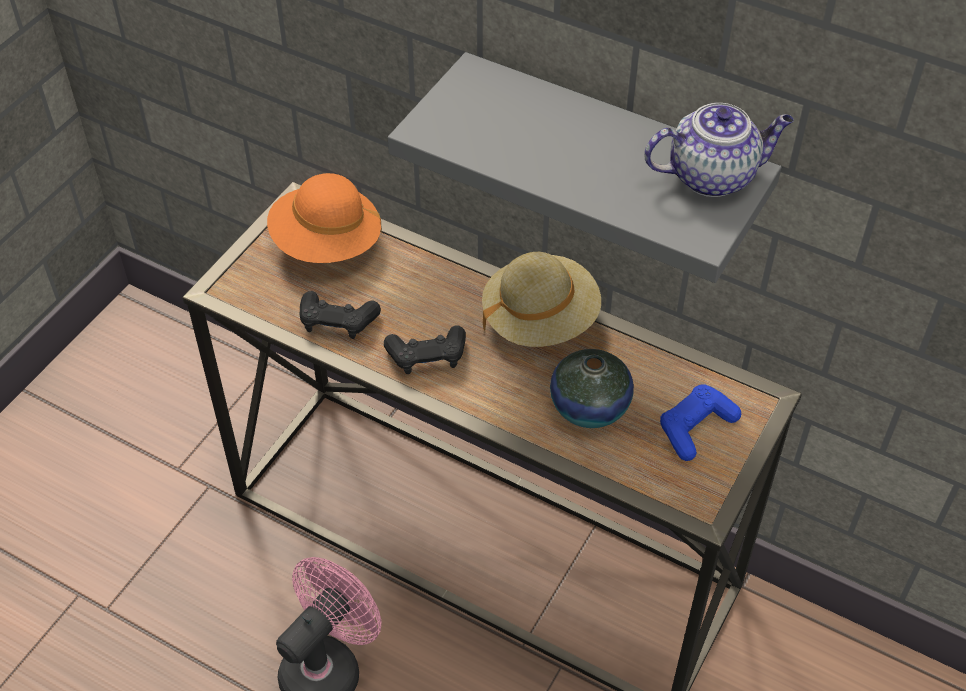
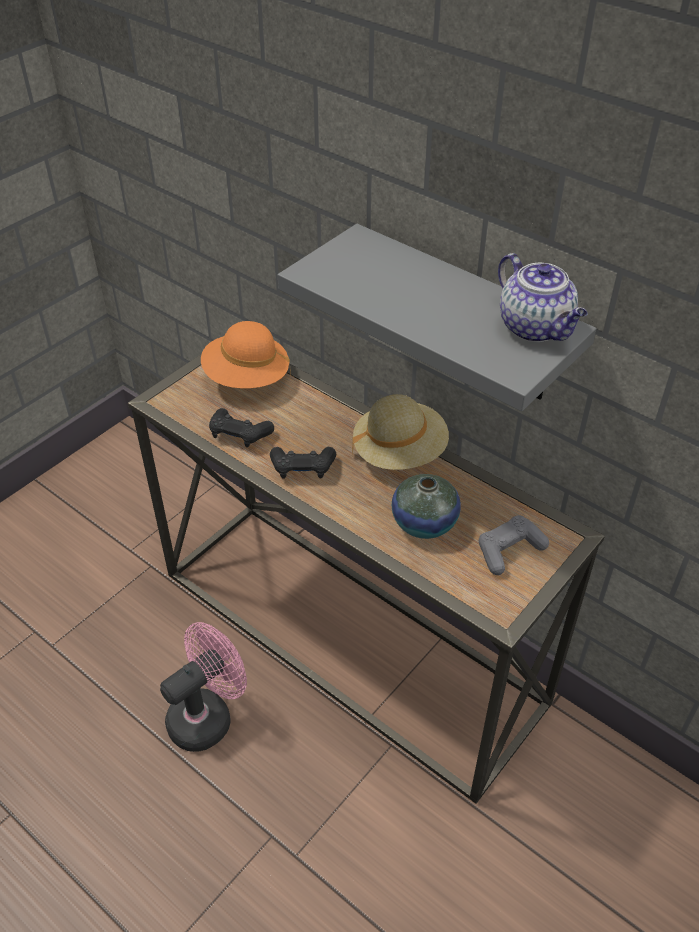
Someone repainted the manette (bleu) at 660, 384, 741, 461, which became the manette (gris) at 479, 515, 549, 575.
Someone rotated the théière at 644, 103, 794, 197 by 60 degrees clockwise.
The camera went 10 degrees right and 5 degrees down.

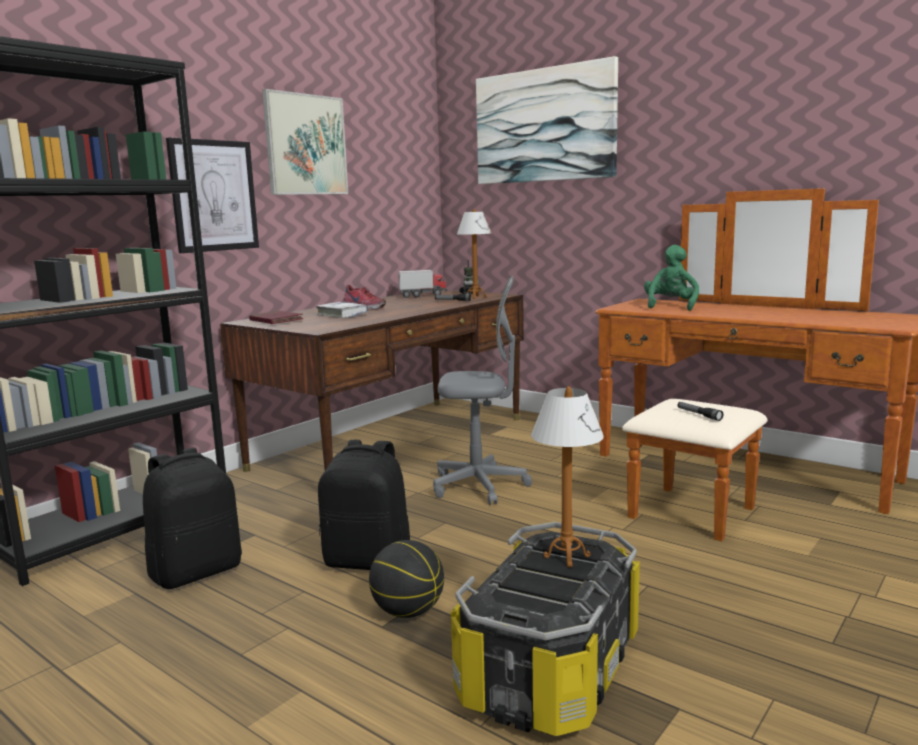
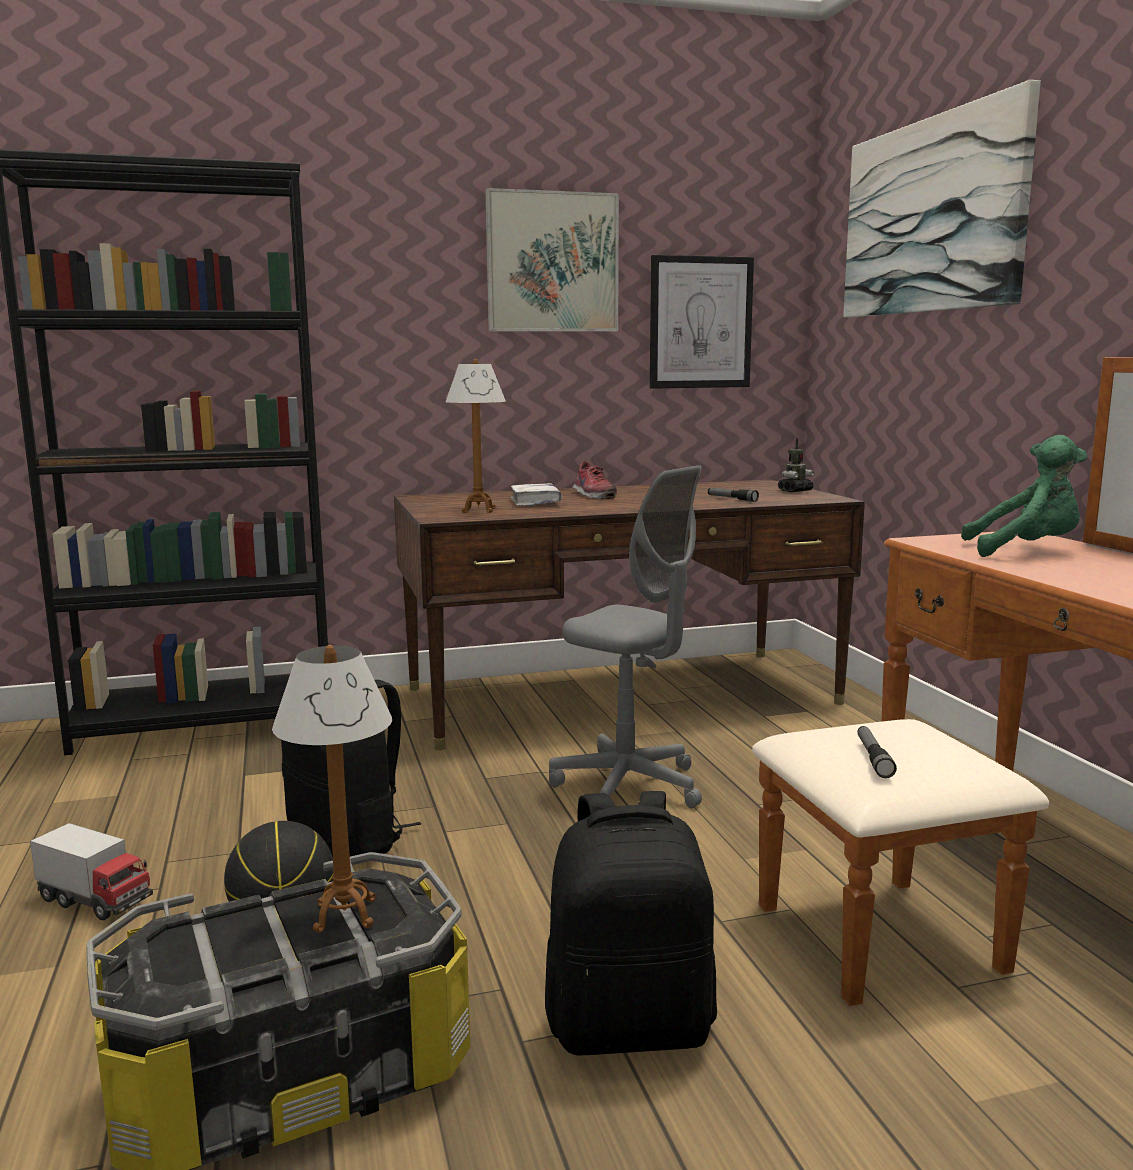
Someone took away the livre (rouge) at 249, 311, 304, 324.
Someone carried the sac à dos (noir) from 143, 447, 242, 589 to 545, 791, 717, 1056.
Someone carried the tableau from 166, 137, 259, 253 to 650, 255, 754, 389.
Someone carried the camion jouet from 398, 270, 447, 298 to 30, 823, 153, 920.
Someone carried the lampe de table from 457, 209, 491, 299 to 446, 359, 506, 513.
Someone rotated the peluche (vert) at 644, 245, 699, 311 by 45 degrees clockwise.
The camera went 35 degrees right and 0 degrees up.

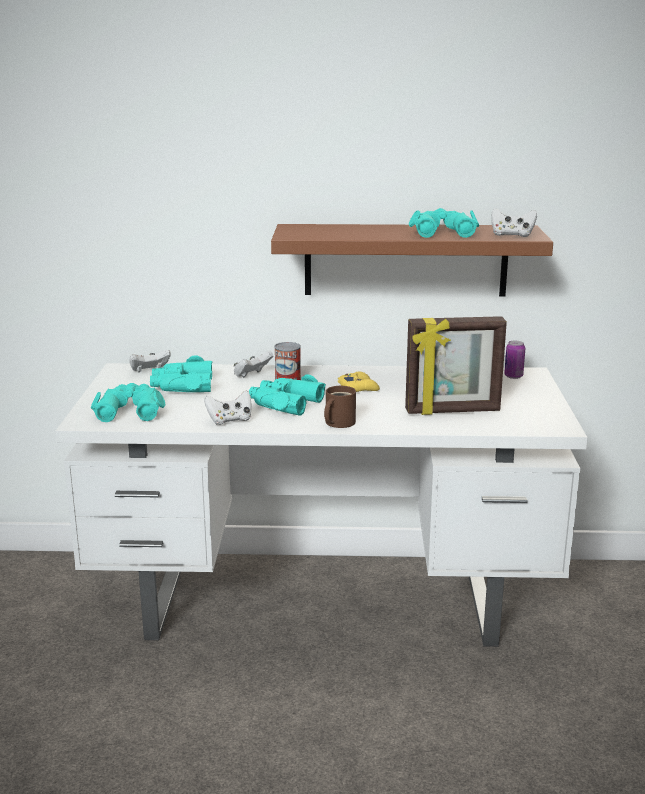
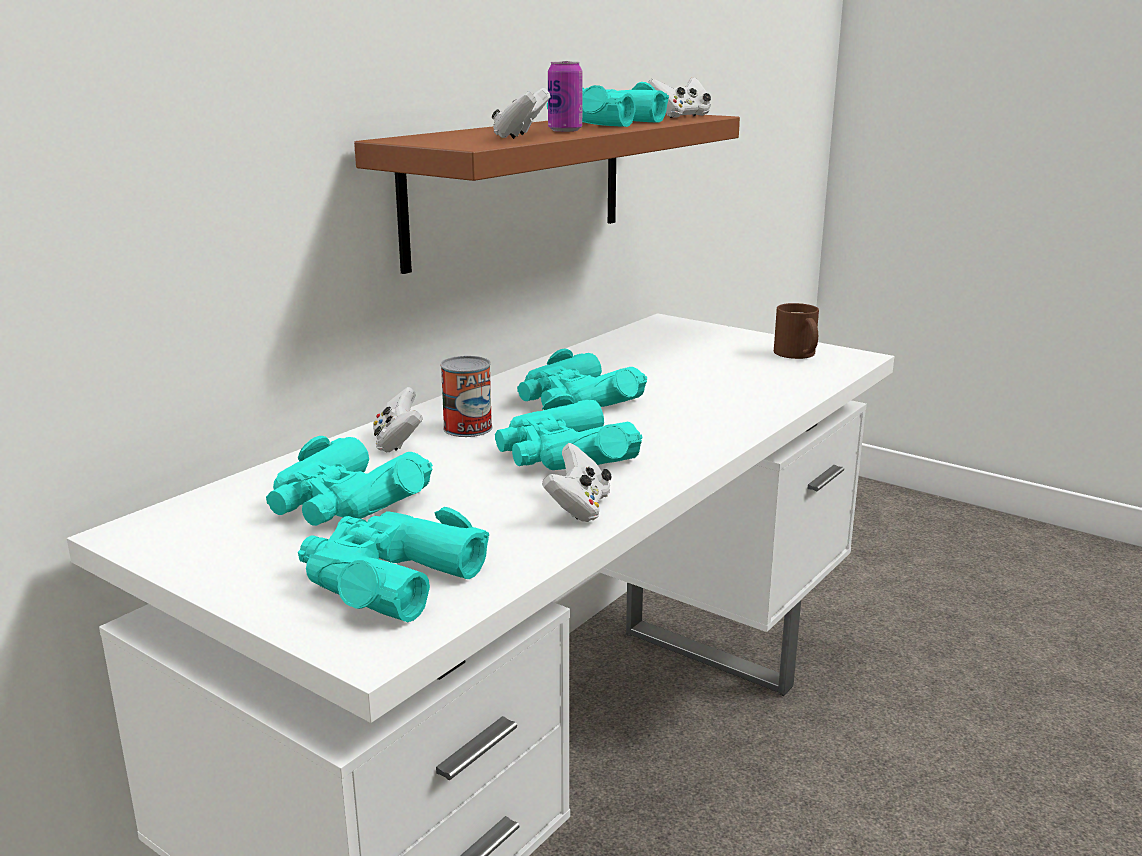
Someone took away the cadre photo at 405, 316, 507, 415.
Someone carried the manette (blanc) from 129, 350, 171, 372 to 492, 88, 550, 139.
Someone carried the mug (marron) from 324, 386, 356, 428 to 774, 303, 819, 359.
Someone carried the boîte métallique from 504, 341, 525, 379 to 548, 61, 583, 132.
Someone swapped the manette (jaune) at 338, 372, 380, 392 for the jumelles (turquoise) at 517, 349, 647, 407.
The camera went 55 degrees left and 0 degrees up.

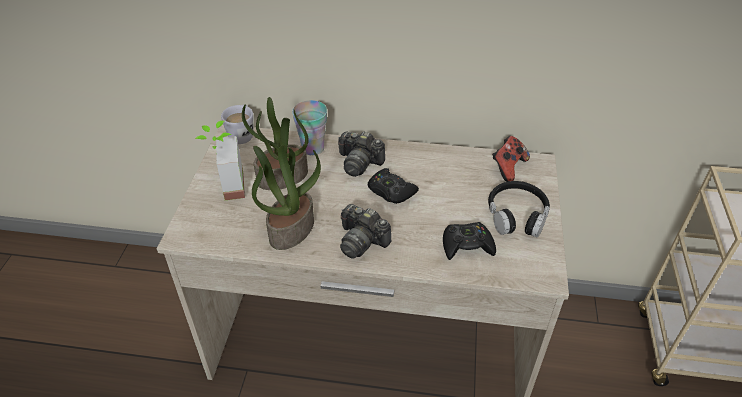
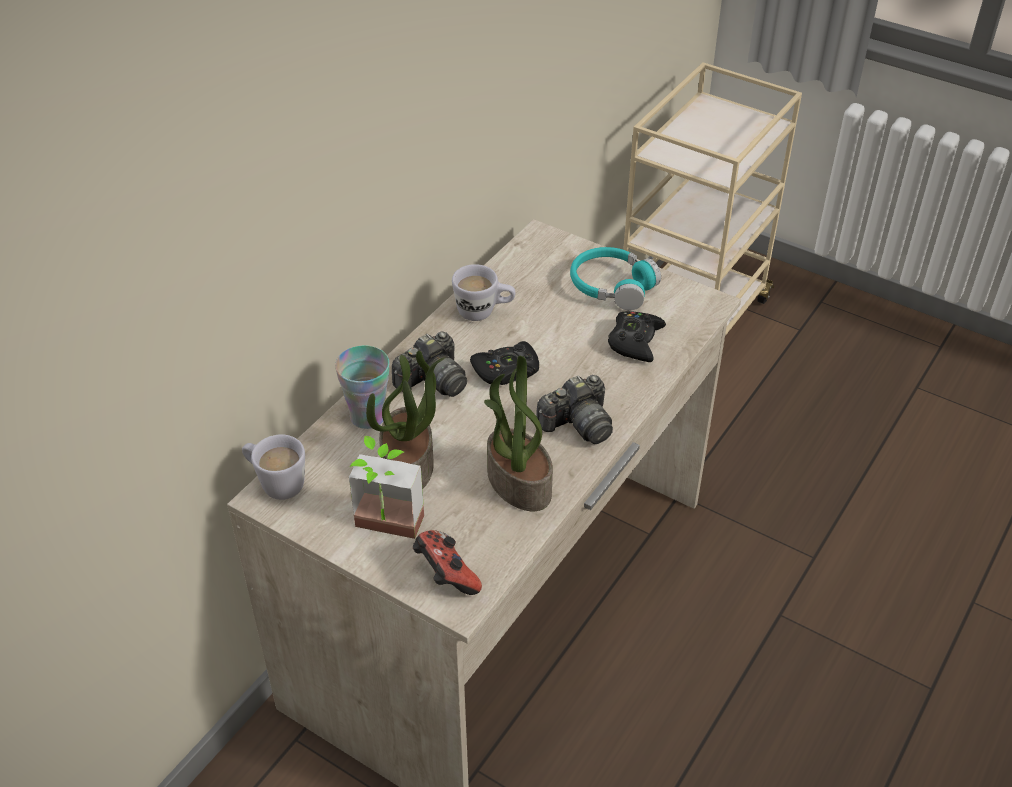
Someone put down the mug (blanc) at 452, 264, 515, 321.
Someone carried the manette from 492, 136, 530, 182 to 412, 530, 482, 595.
Someone repainted the casque audio (noir) at 488, 181, 550, 238, which became the casque audio (turquoise) at 570, 247, 661, 310.
The camera went 65 degrees left and 0 degrees up.

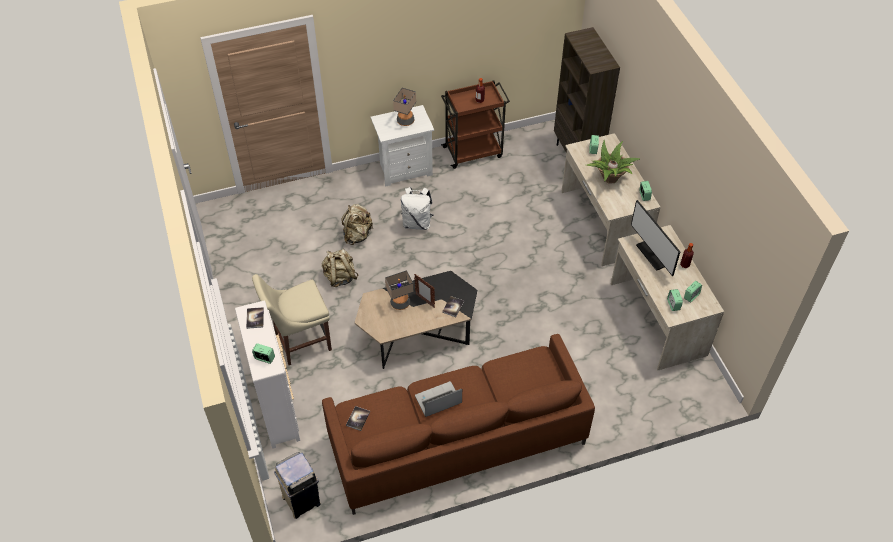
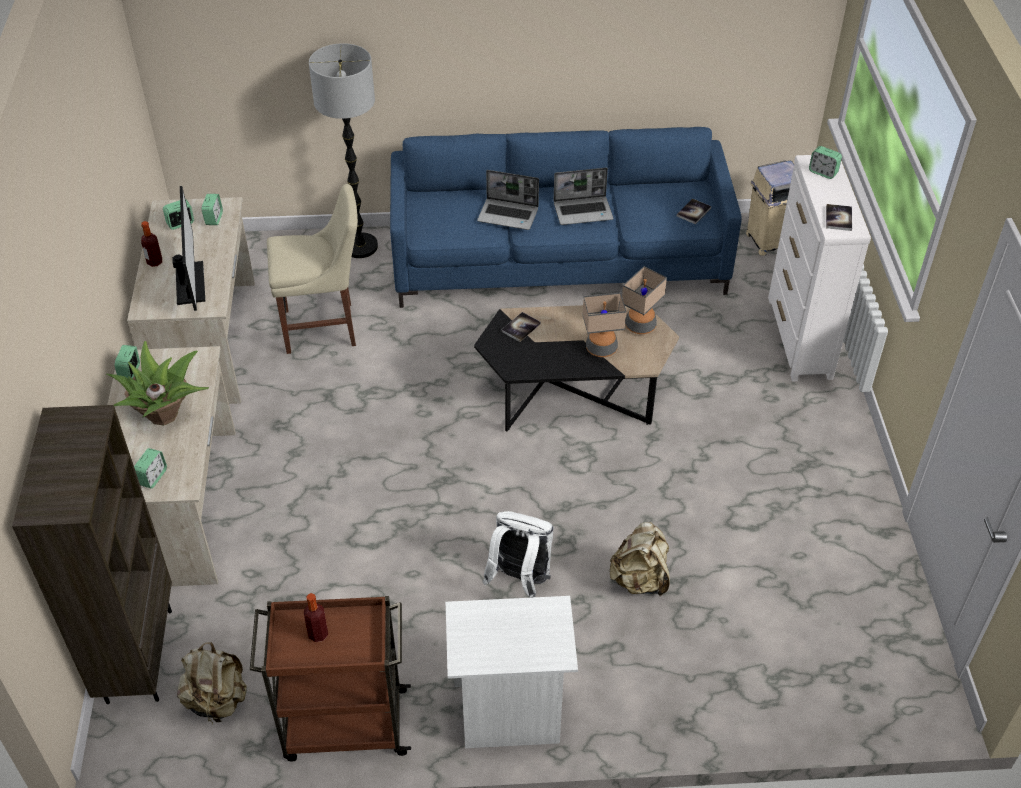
Someone took away the cadre photo at 414, 274, 435, 308.
Someone put down the lampadaire at 309, 43, 378, 258.
Someone put down the ordinateur portable at 477, 170, 539, 230.
Someone carried the chaise (beige) from 252, 274, 332, 365 to 267, 184, 358, 354.
Someone carried the sac à dos (beige) from 322, 249, 358, 287 to 177, 642, 247, 725.
Someone carried the lampe de table from 393, 88, 416, 126 to 622, 266, 667, 334.
Someone repainted the canapé (marron) at 322, 334, 595, 515, which became the canapé (bleu) at 390, 127, 742, 308.
The camera went 165 degrees left and 5 degrees down.

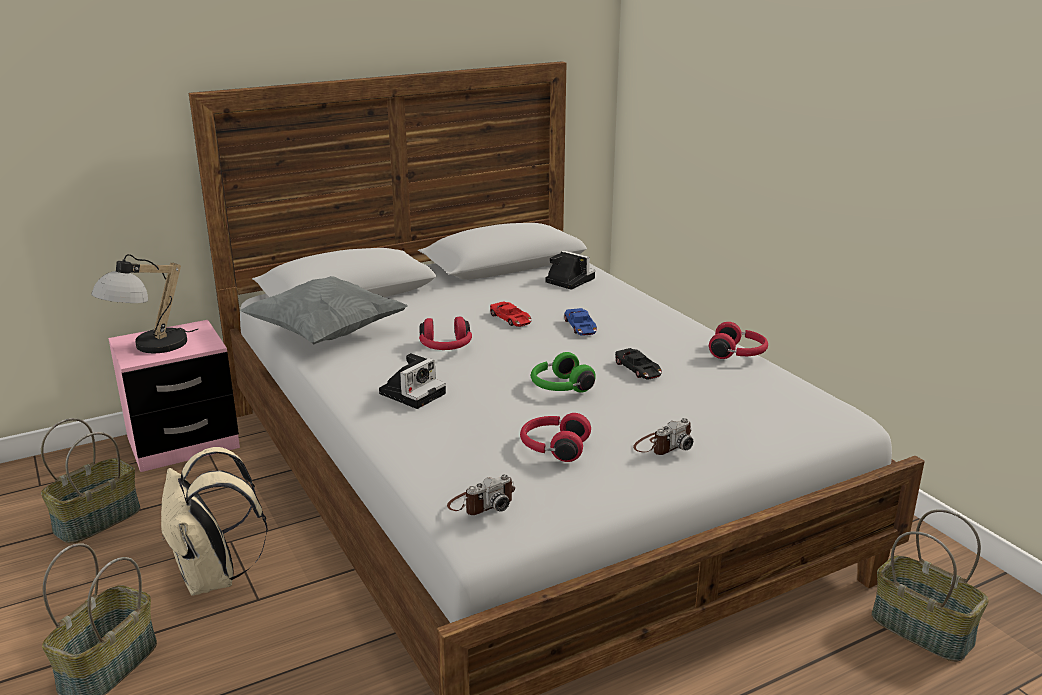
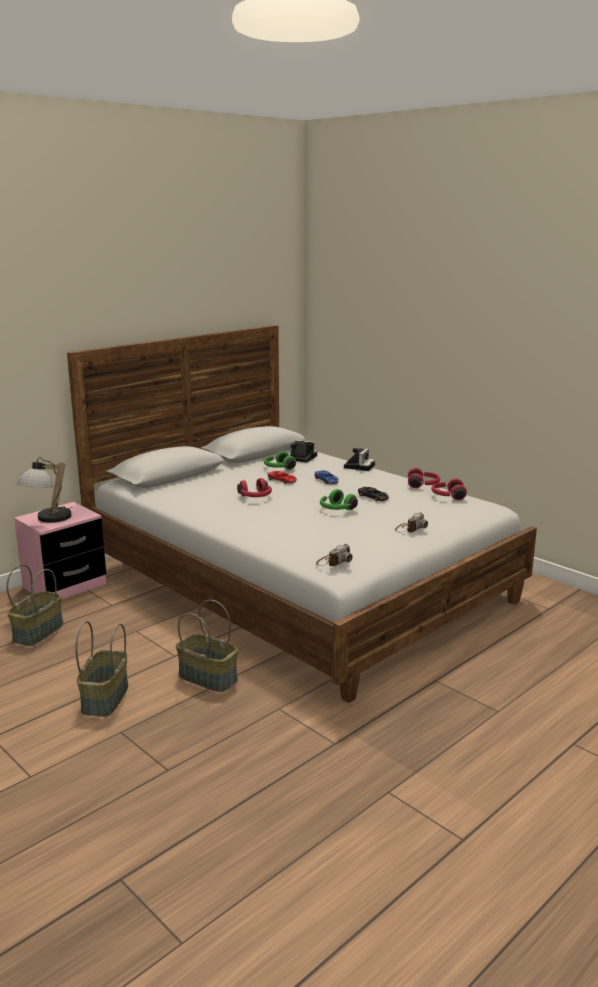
Someone took away the sac à dos (beige) at 161, 447, 268, 596.
Someone took away the coussin (gris) at 240, 276, 408, 345.
Someone put down the casque audio (vert) at 264, 451, 296, 470.
Someone carried the appareil photo from 379, 353, 446, 409 to 344, 448, 375, 471.
Someone carried the casque audio (rouge) from 520, 413, 591, 462 to 431, 478, 467, 500.
Someone carried the panier from 872, 509, 989, 662 to 176, 600, 238, 692.
The camera went 15 degrees left and 5 degrees down.

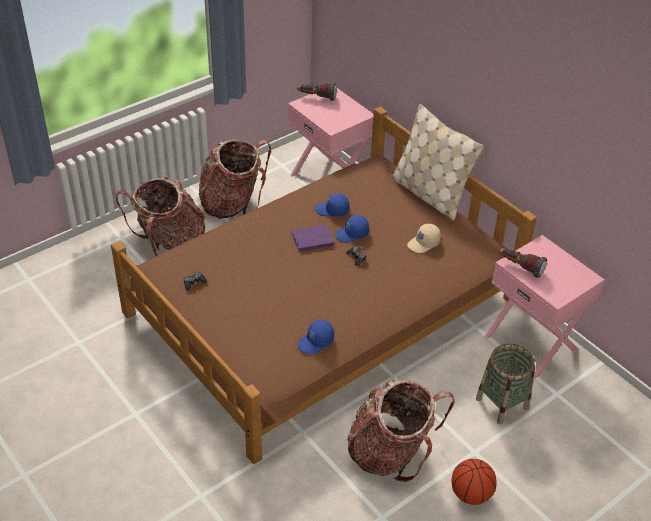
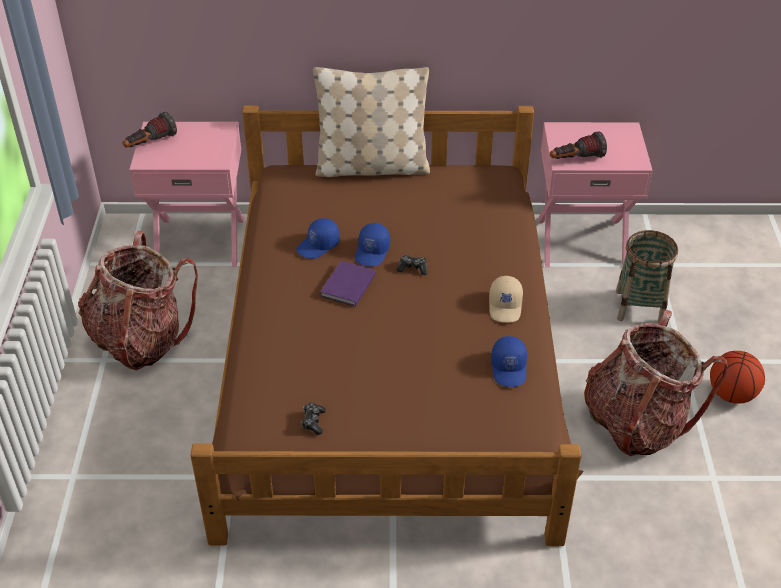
Someone took away the sac à dos at 116, 176, 205, 256.
Someone carried the casquette (beige) from 407, 224, 441, 253 to 489, 276, 523, 323.
The camera went 50 degrees left and 0 degrees up.

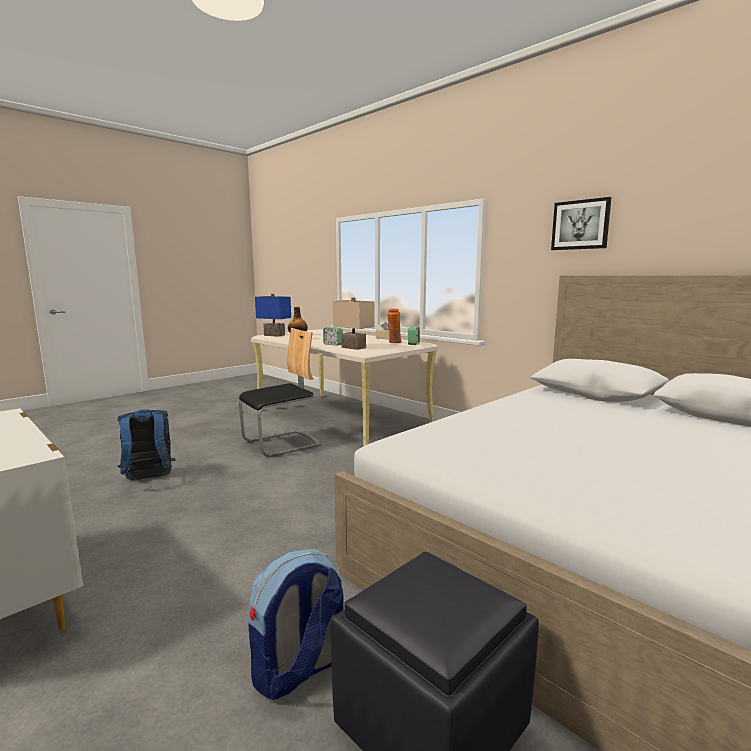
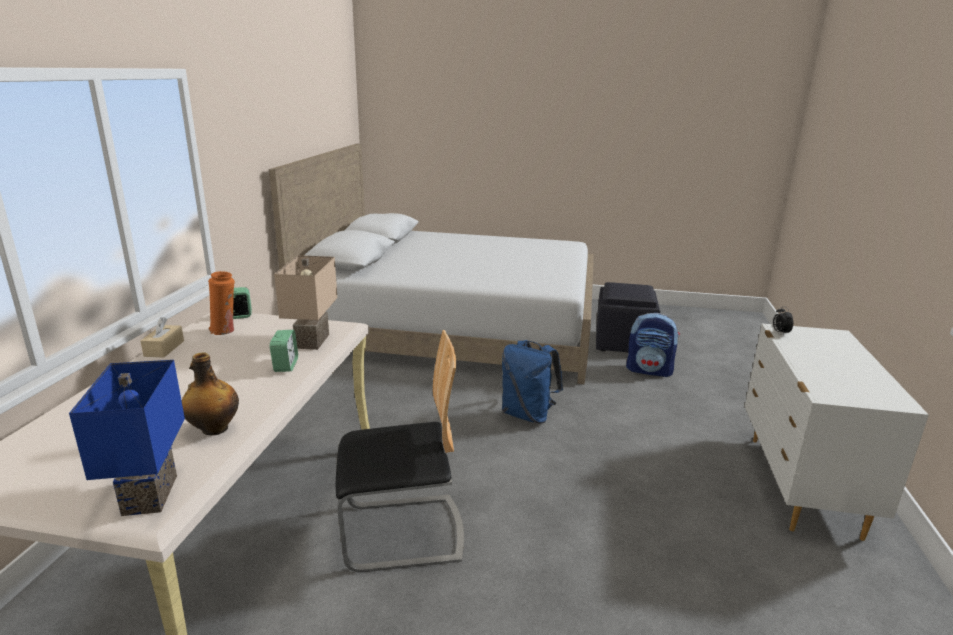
Someone took away the tableau at 551, 197, 612, 250.
Someone put down the réveil at 773, 306, 793, 336.
Someone carried the sac à dos (bleu) from 118, 409, 175, 480 to 502, 340, 563, 424.
Someone rotated the chaise at 239, 328, 321, 457 by 150 degrees clockwise.
The camera went 125 degrees left and 10 degrees up.

